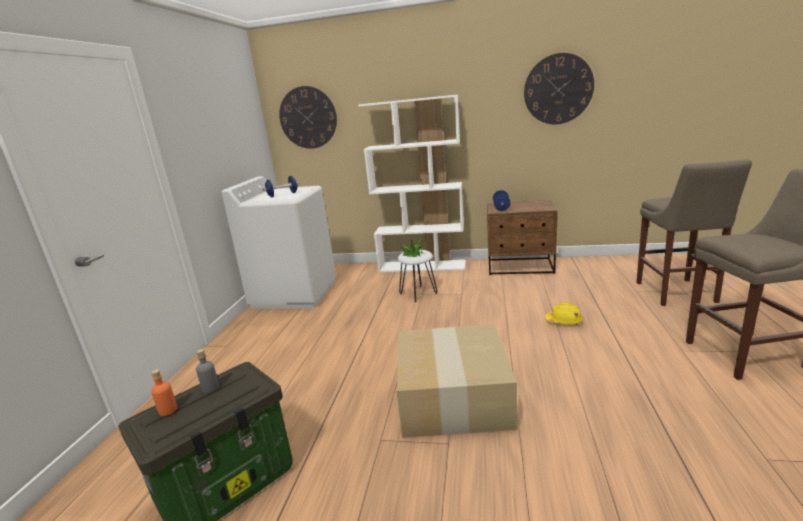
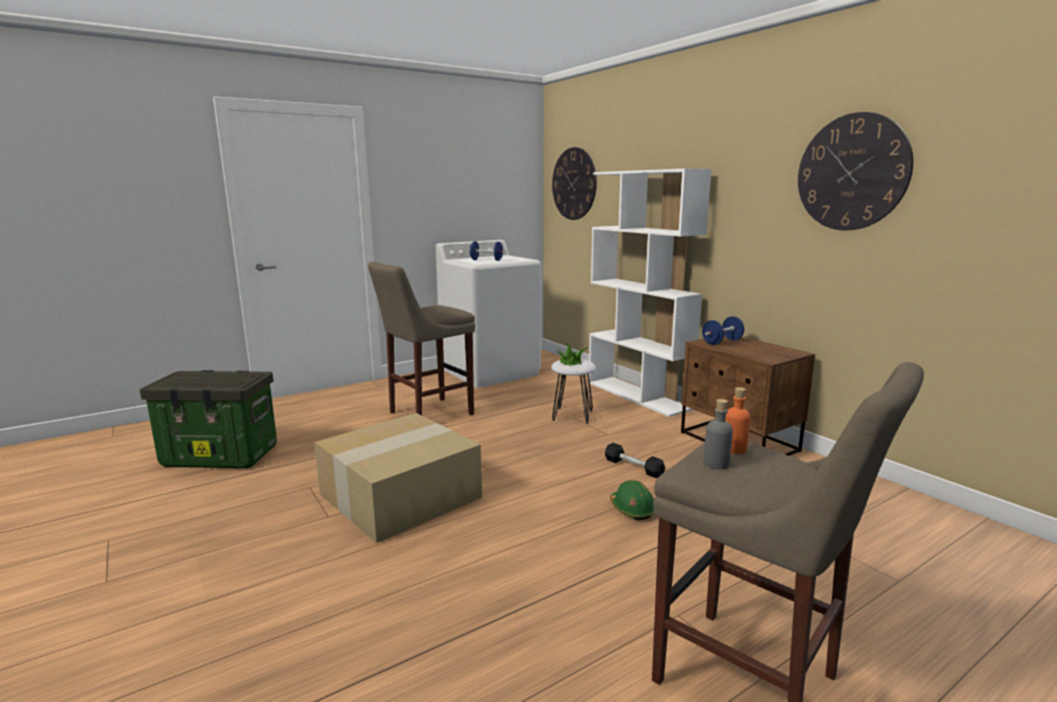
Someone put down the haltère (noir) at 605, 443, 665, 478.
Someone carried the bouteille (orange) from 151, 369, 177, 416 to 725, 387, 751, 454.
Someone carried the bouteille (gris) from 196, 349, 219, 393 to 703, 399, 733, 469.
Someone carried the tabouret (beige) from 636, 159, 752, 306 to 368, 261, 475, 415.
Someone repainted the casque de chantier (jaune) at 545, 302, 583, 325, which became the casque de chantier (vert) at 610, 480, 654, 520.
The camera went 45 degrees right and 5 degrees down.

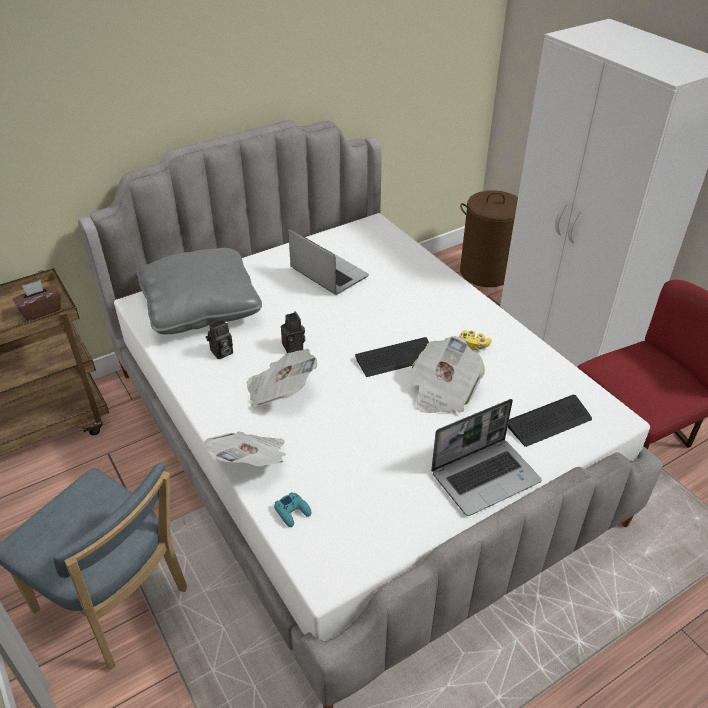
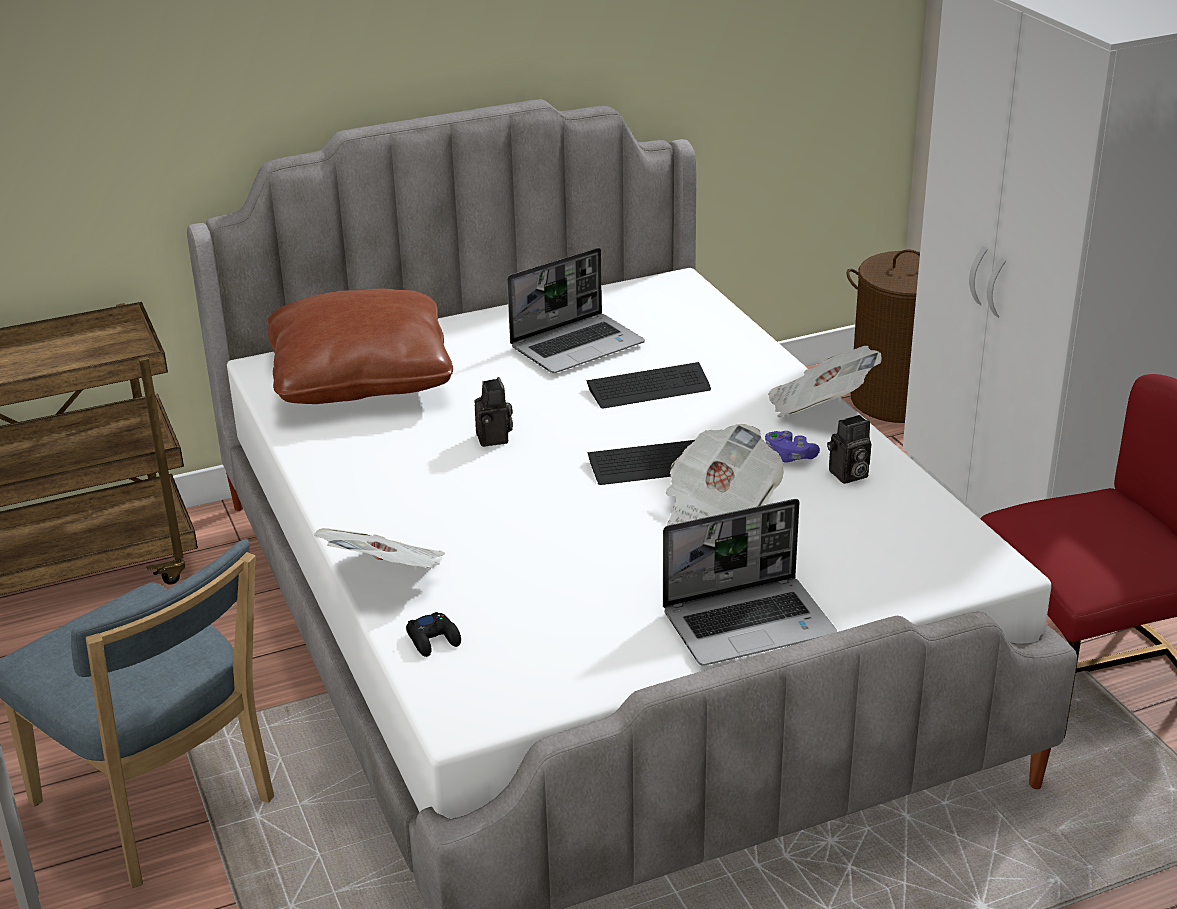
Someone took away the boîte à mouchoirs (marron) at 13, 280, 61, 321.
Someone carried the appareil photo from 206, 319, 233, 359 to 827, 415, 872, 484.
Someone carried the journal from 246, 349, 317, 407 to 768, 346, 882, 417.
Someone carried the clavier from 508, 395, 592, 447 to 586, 362, 711, 408.
Someone repainted the coussin (gris) at 137, 248, 262, 334, which became the coussin (marron) at 268, 289, 453, 404.
Someone repainted the manette (turquoise) at 274, 492, 311, 527, which became the manette (noir) at 406, 612, 461, 657.
Someone repainted the manette (jaune) at 460, 330, 492, 351, which became the manette (violet) at 765, 431, 820, 463.
Someone rotated the ordinateur portable at 288, 228, 369, 295 by 90 degrees clockwise.
The camera went 10 degrees right and 10 degrees down.

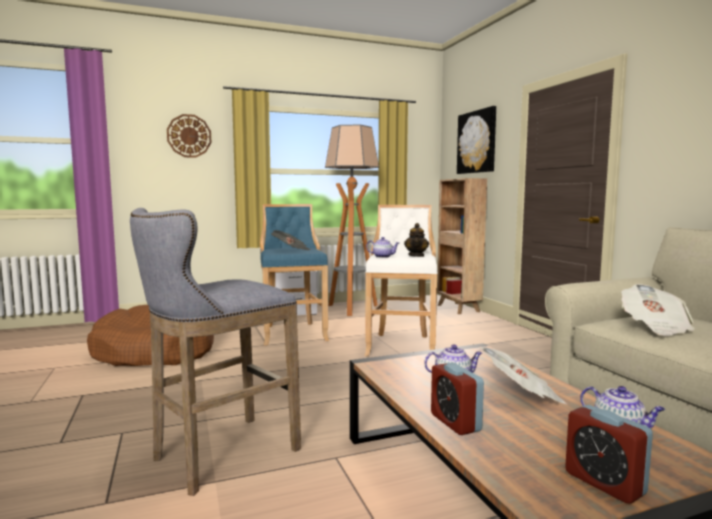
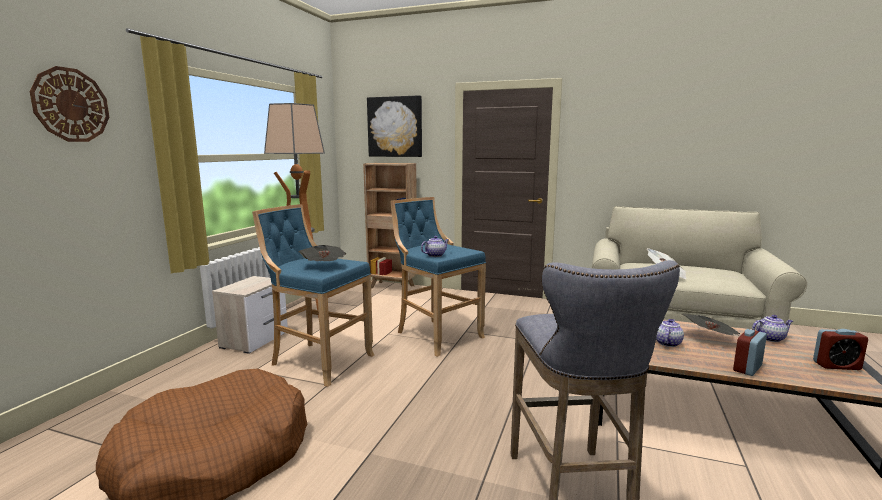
Someone took away the théière at 404, 223, 429, 257.
Someone repainted the tabouret (blanc) at 364, 205, 438, 356, which became the tabouret (bleu) at 390, 197, 486, 357.
Someone rotated the réveil at 431, 362, 484, 435 by 120 degrees clockwise.
The camera went 50 degrees left and 5 degrees up.

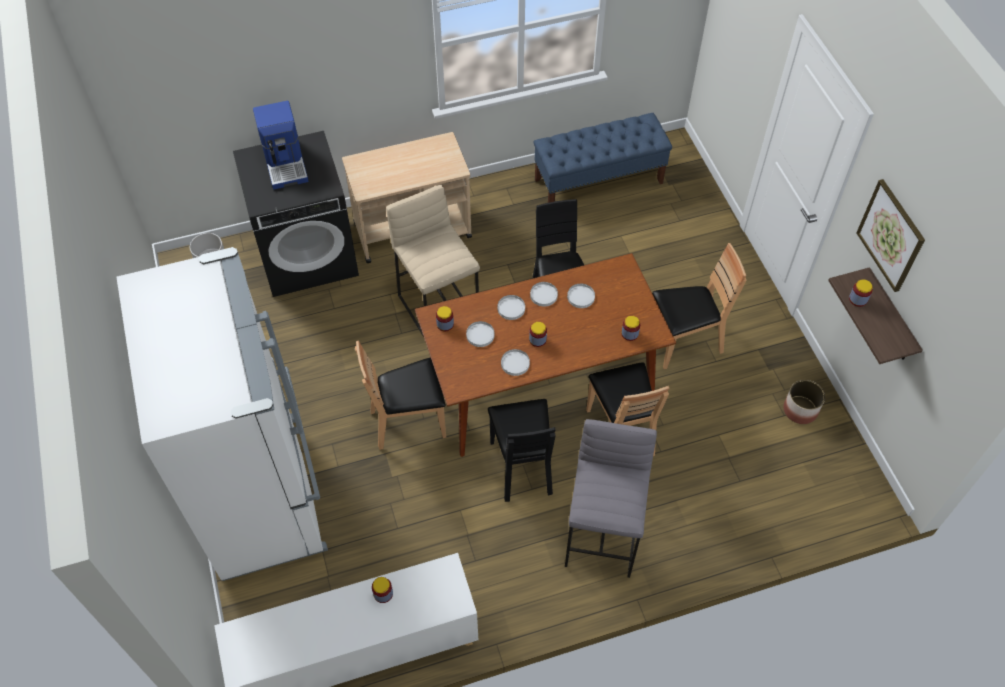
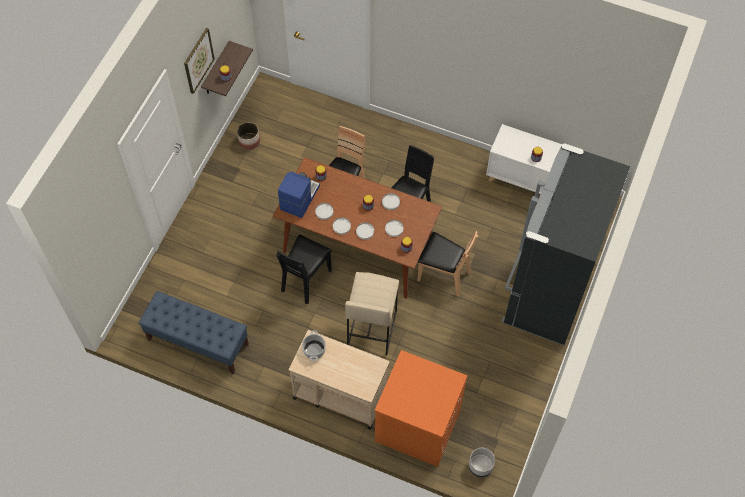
Someone took away the tabouret (gris) at 565, 419, 657, 578.
Someone took away the chaise (marron) at 652, 243, 747, 369.
Someone put down the marmite at 302, 330, 326, 361.
Someone carried the machine à café from 253, 101, 309, 190 to 278, 172, 320, 218.
Someone repainted the réfrigérateur (blanc) at 116, 247, 328, 581, which became the réfrigérateur (noir) at 501, 143, 631, 345.
Someone repainted the lave-linge (noir) at 233, 131, 359, 297, which became the lave-linge (orange) at 374, 350, 468, 467.
The camera went 140 degrees left and 5 degrees up.

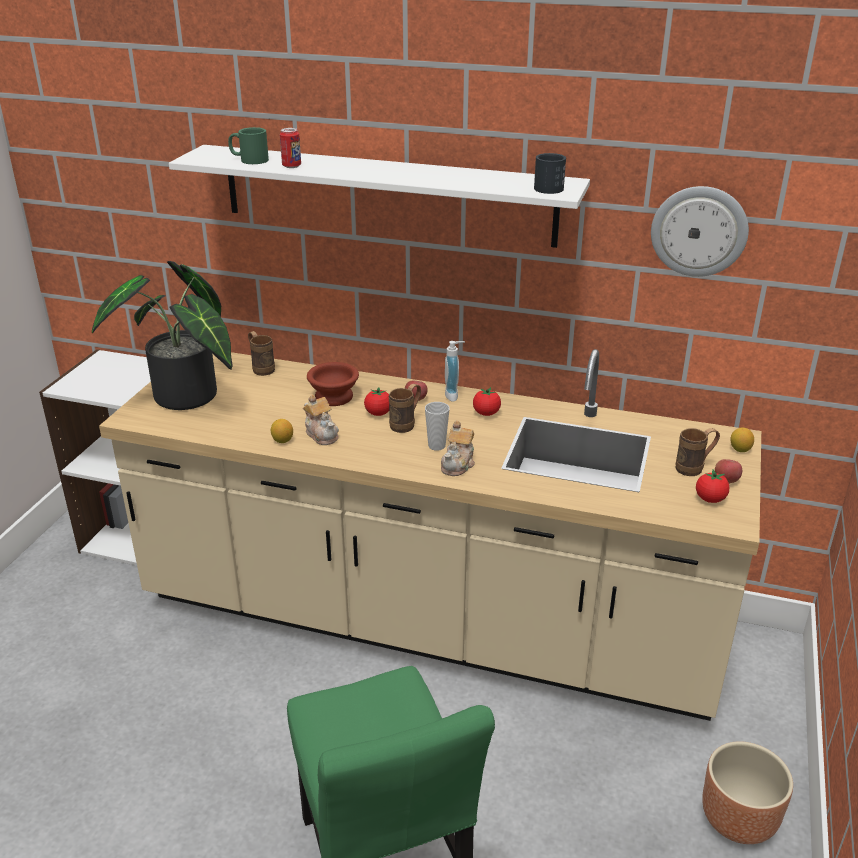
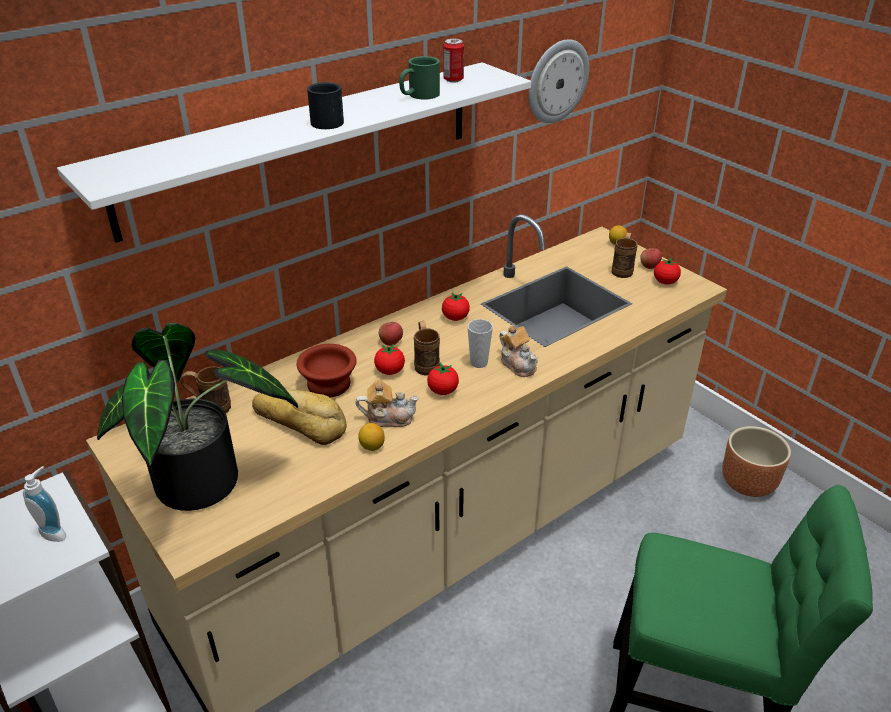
Someone put down the pain at 252, 387, 346, 445.
Someone put down the tomate at 427, 363, 459, 395.
Someone carried the mug (vert) from 228, 127, 269, 164 to 399, 56, 440, 100.
Someone carried the boîte métallique from 280, 128, 301, 168 to 444, 39, 464, 83.
Someone carried the distributeur de savon from 445, 341, 465, 402 to 23, 466, 66, 542.
Someone carried the mug (noir) from 534, 153, 566, 194 to 307, 82, 344, 129.
The camera went 55 degrees left and 5 degrees up.

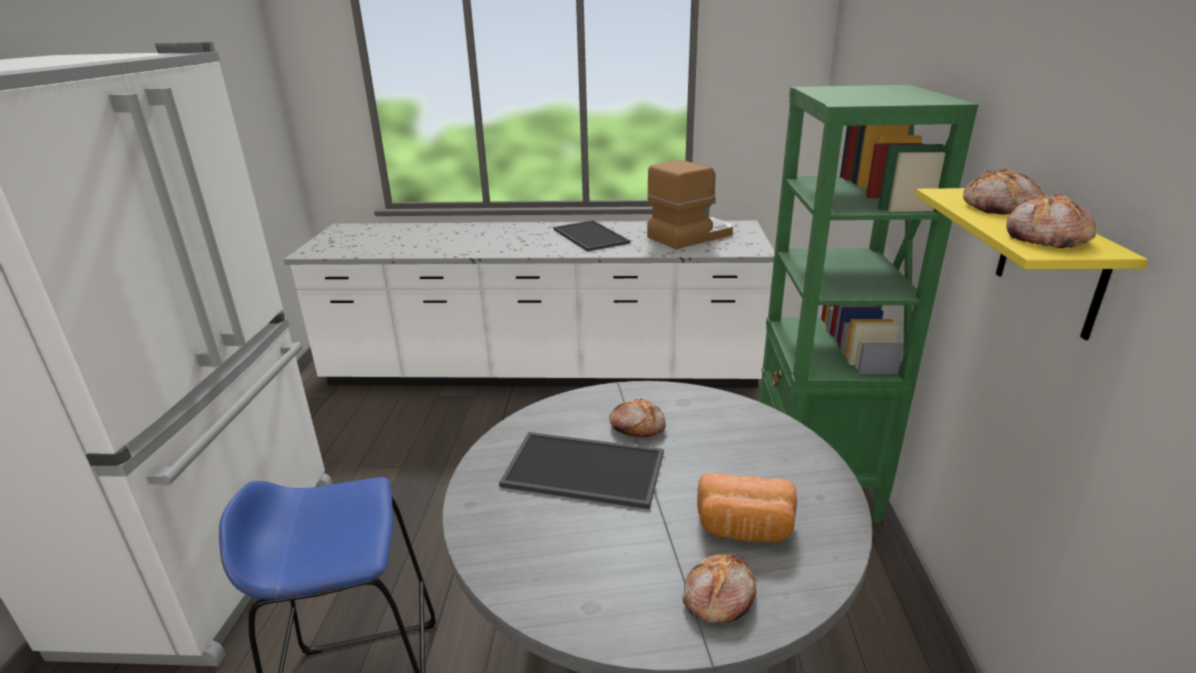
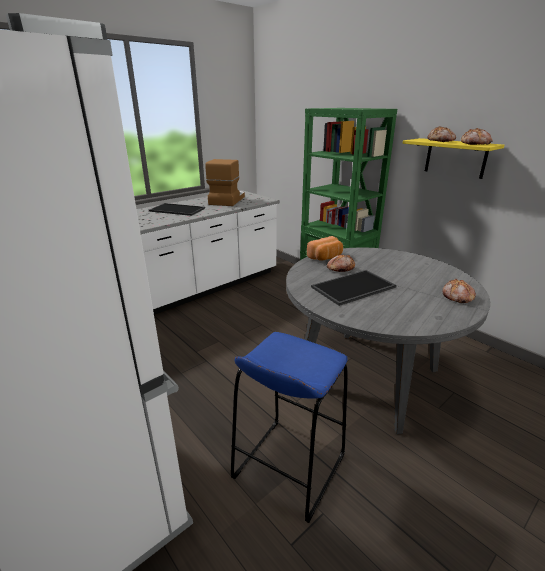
Someone carried the pain from 697, 473, 797, 543 to 307, 236, 343, 260.
The camera went 45 degrees left and 0 degrees up.

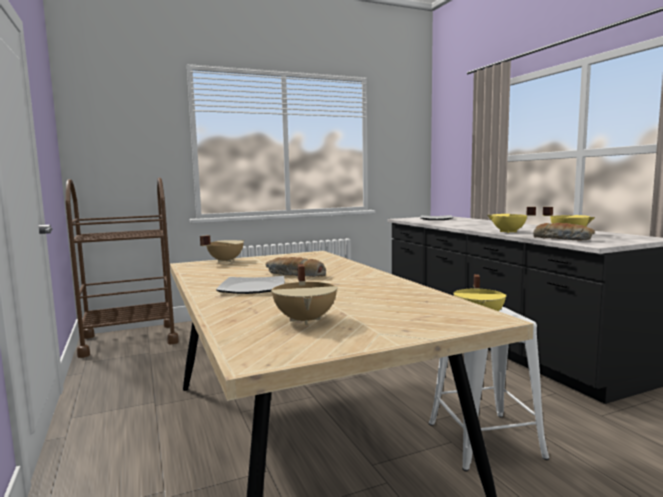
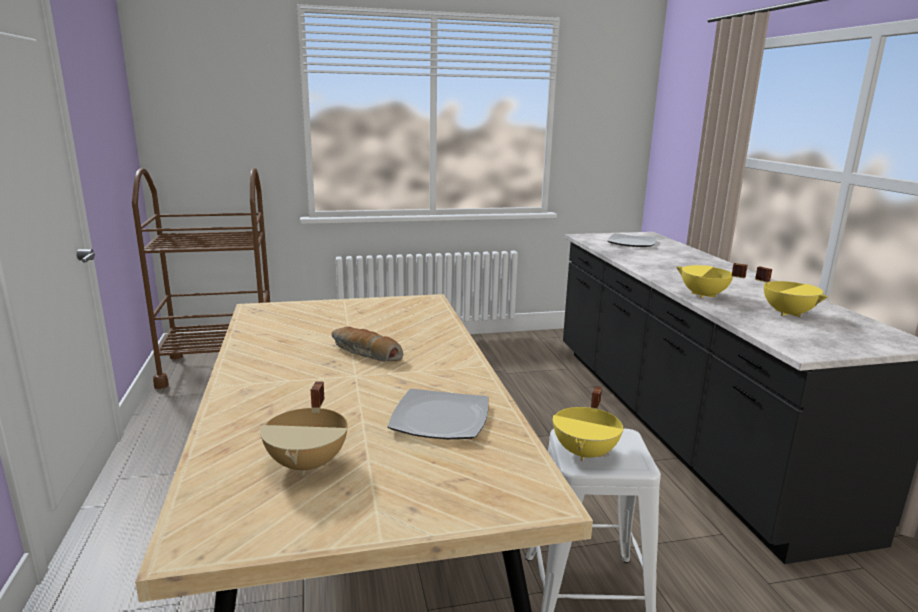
Someone took away the marmite (beige) at 200, 235, 244, 262.
Someone took away the pain at 533, 223, 595, 240.
Someone carried the assiette from 216, 276, 285, 294 to 388, 388, 488, 439.
The camera went 10 degrees right and 10 degrees up.

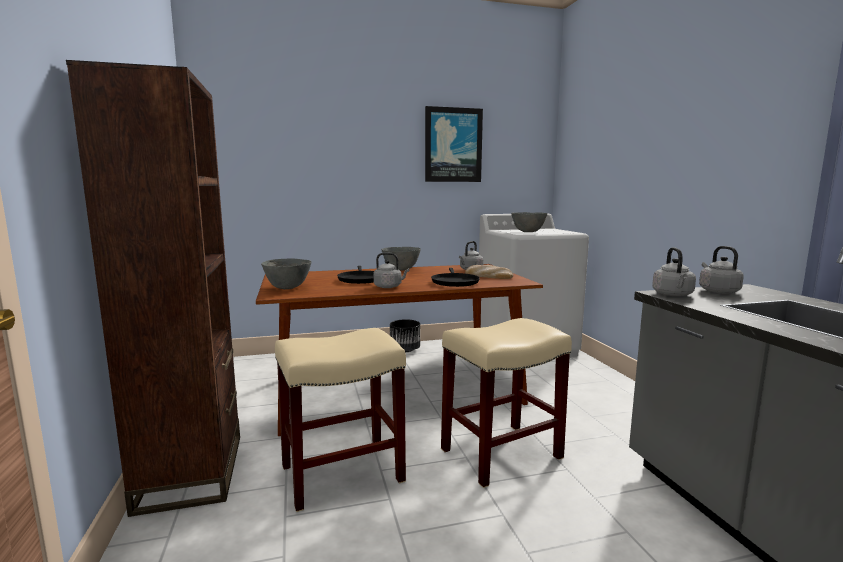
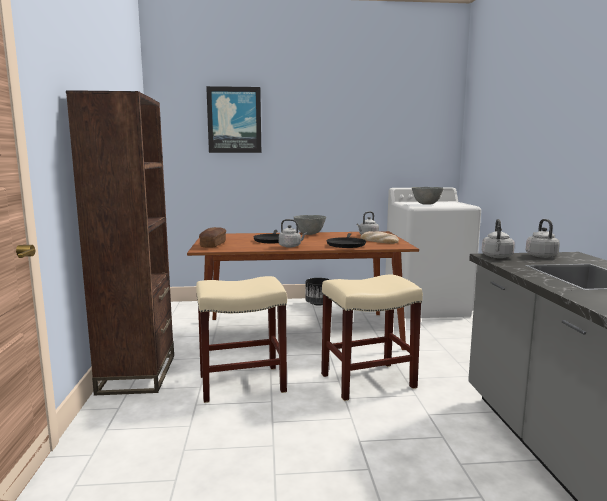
Someone carried the tableau from 425, 106, 483, 182 to 206, 86, 261, 153.
Someone swapped the bol (gris) at 261, 258, 311, 289 for the pain at 199, 227, 226, 248.
The camera went 10 degrees right and 0 degrees up.

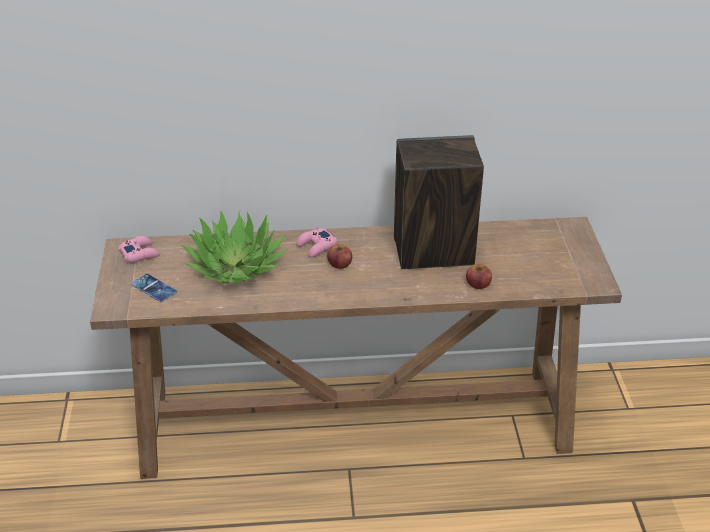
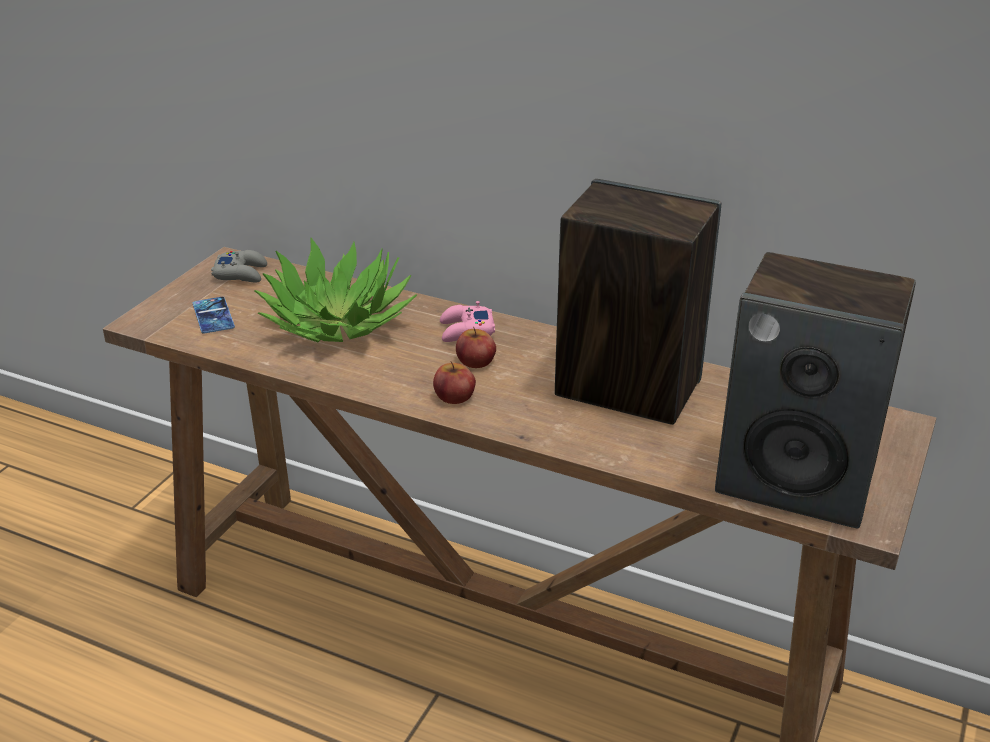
Someone put down the enceinte at 715, 252, 916, 529.
Someone carried the pomme from 466, 264, 492, 289 to 433, 361, 476, 404.
Someone repainted the manette (rose) at 119, 236, 160, 263, which became the manette (gris) at 211, 250, 267, 283.
The camera went 30 degrees right and 5 degrees down.

